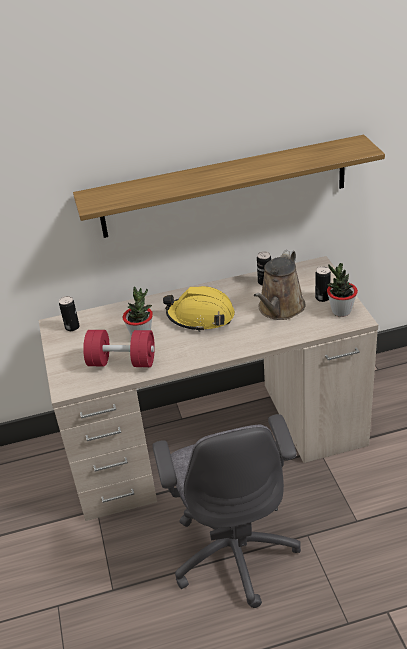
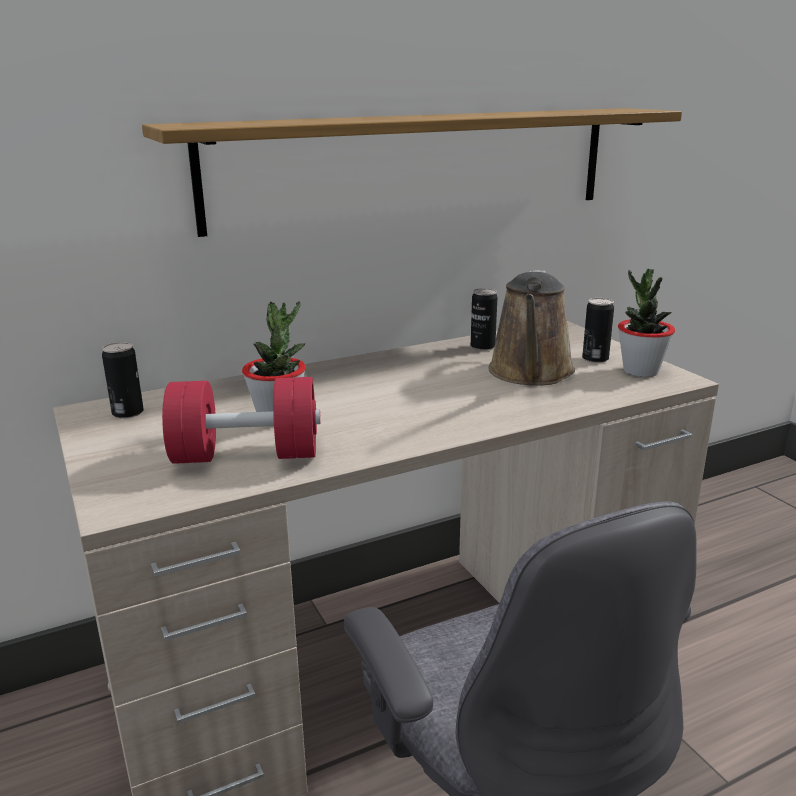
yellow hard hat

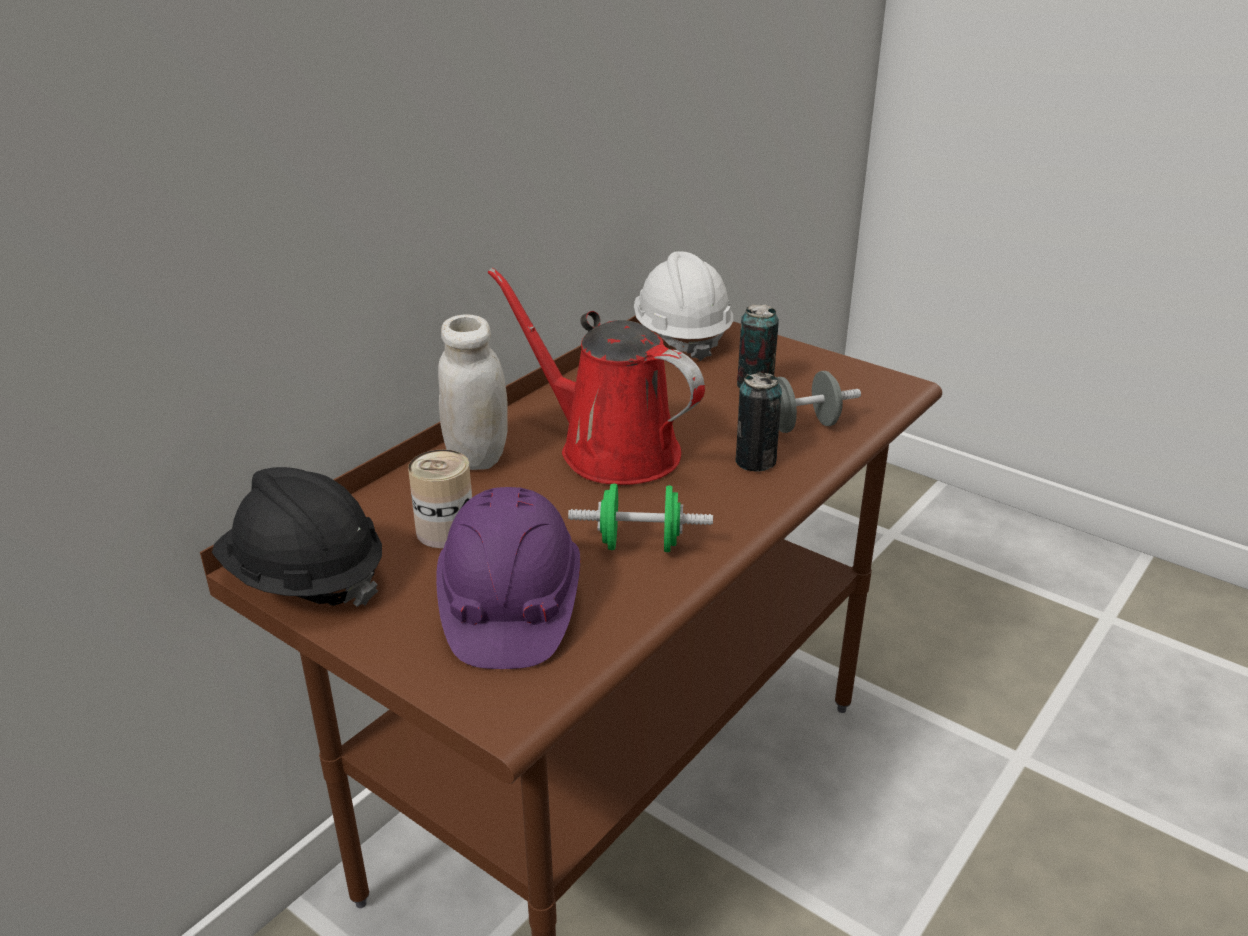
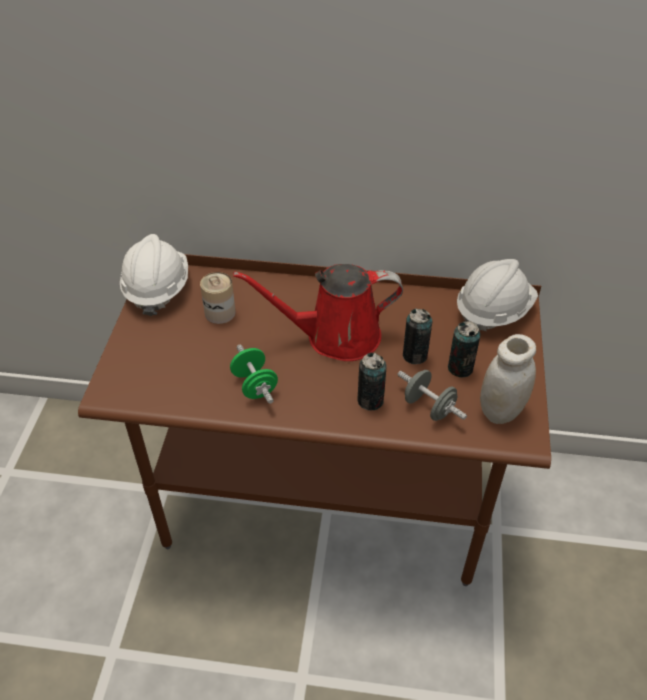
red watering can
white jar
white hard hat (no. 1 from left)
purple hard hat
can (no. 3 from left)

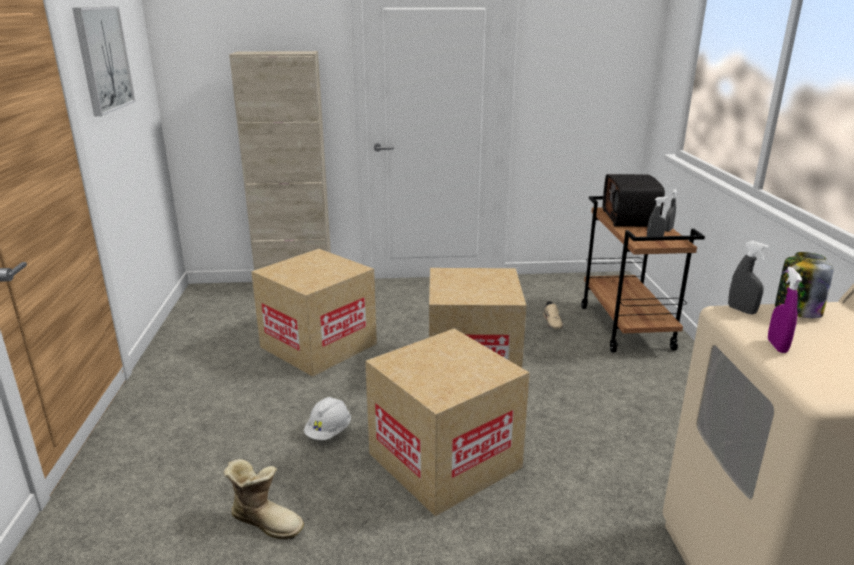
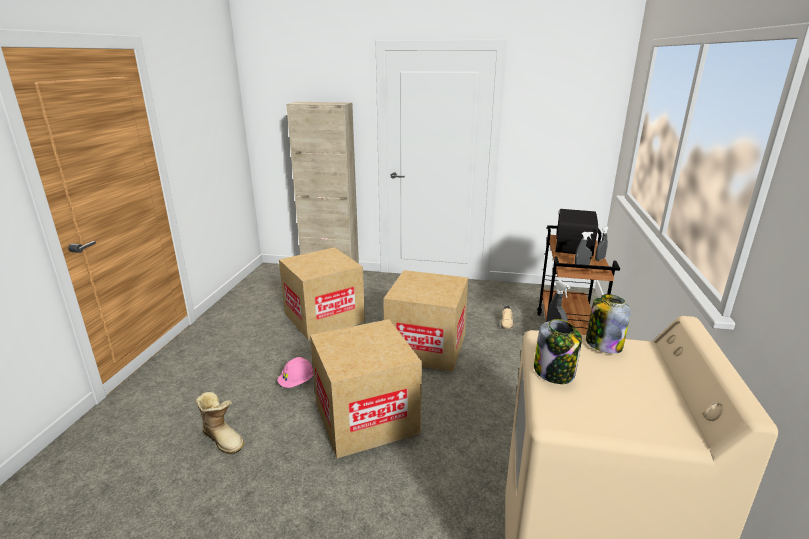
picture
jar (no. 1 from left)
pink hard hat

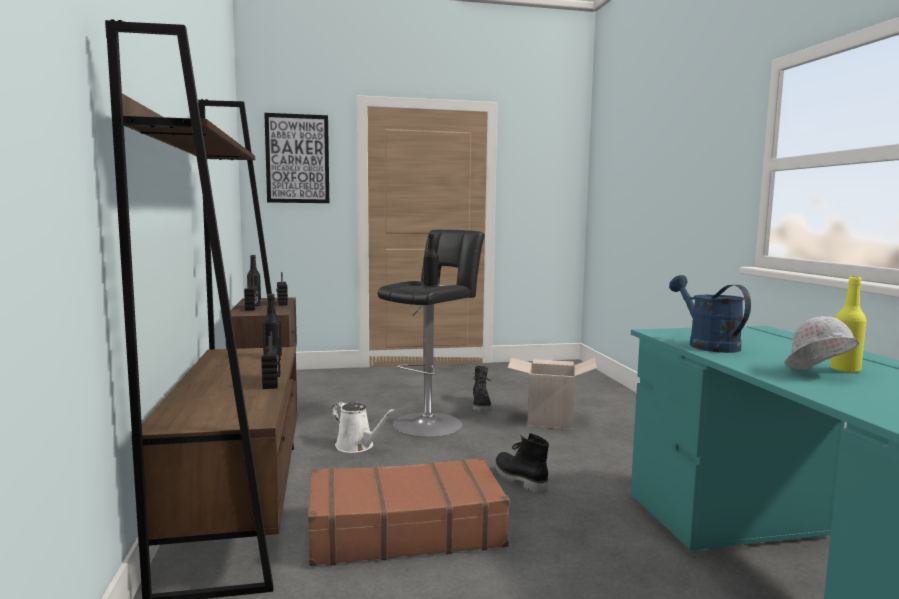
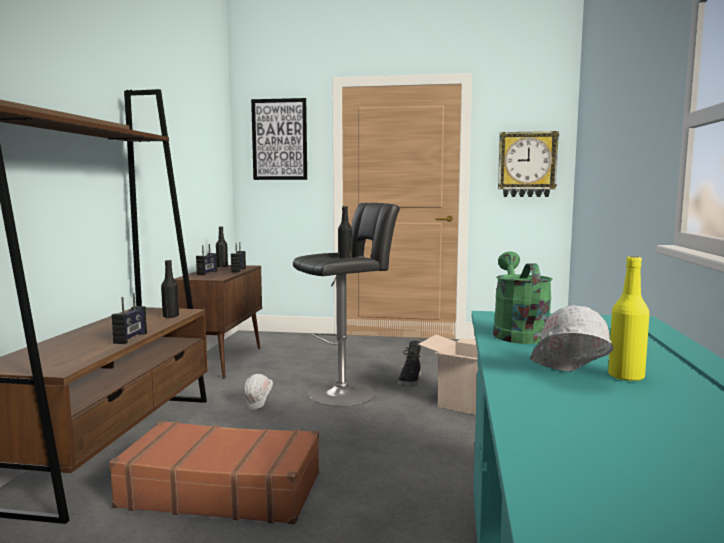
green watering can
white hard hat (no. 1 from left)
black boot (no. 2 from left in the first image)
wall clock

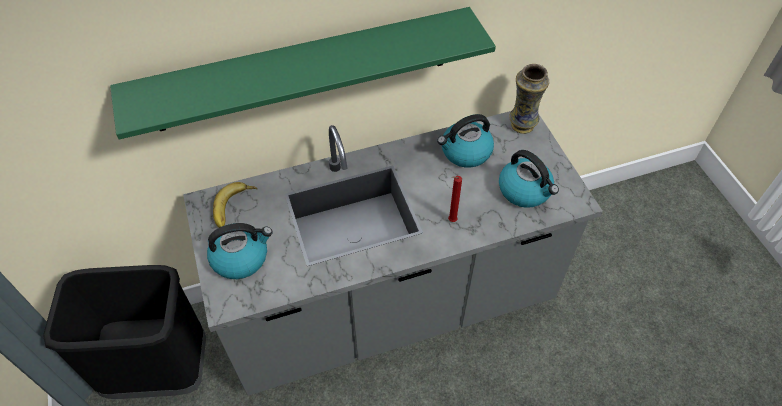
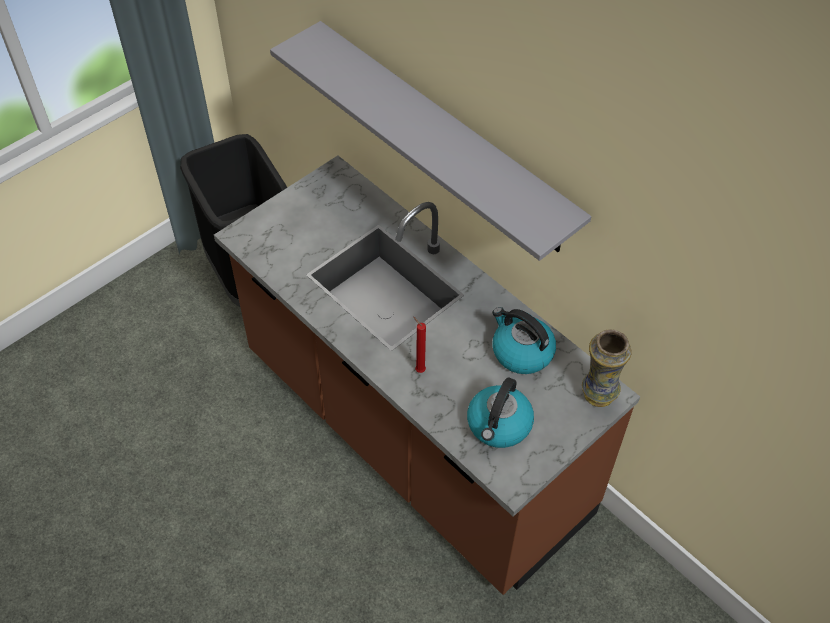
grey shelf
brown counter
banana
kettle (no. 1 from left in the first image)

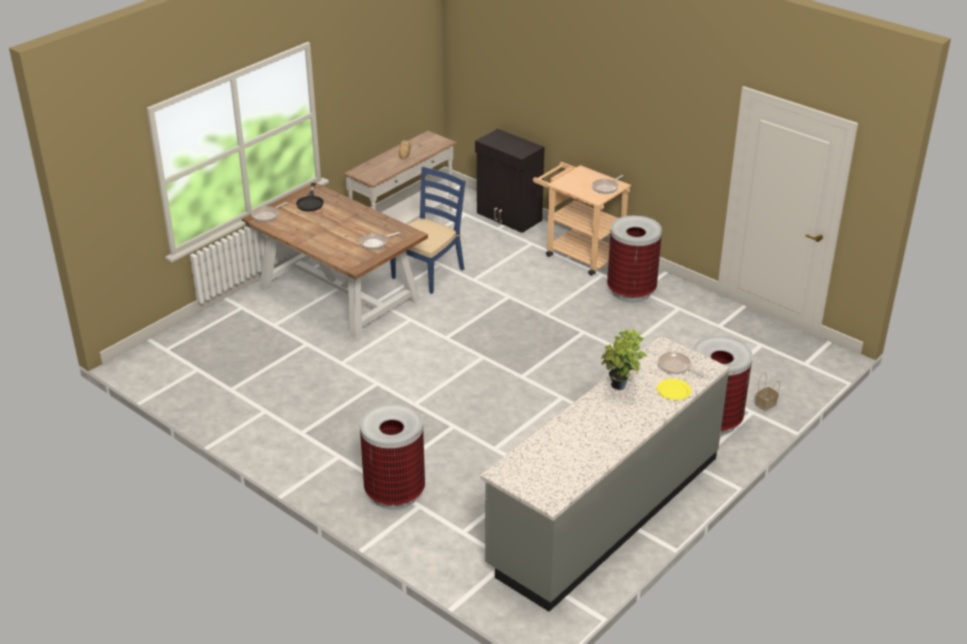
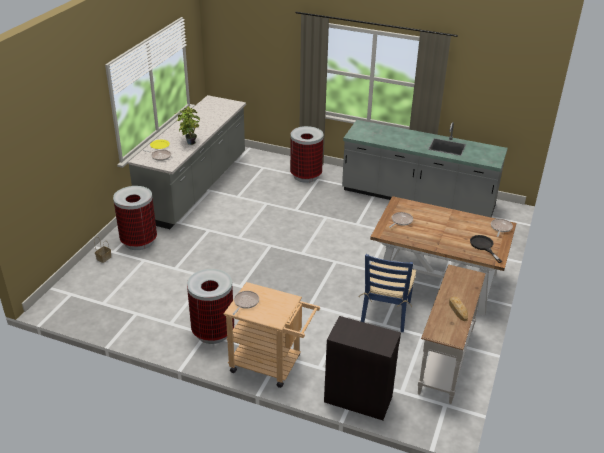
grey counter (no. 2 from left)

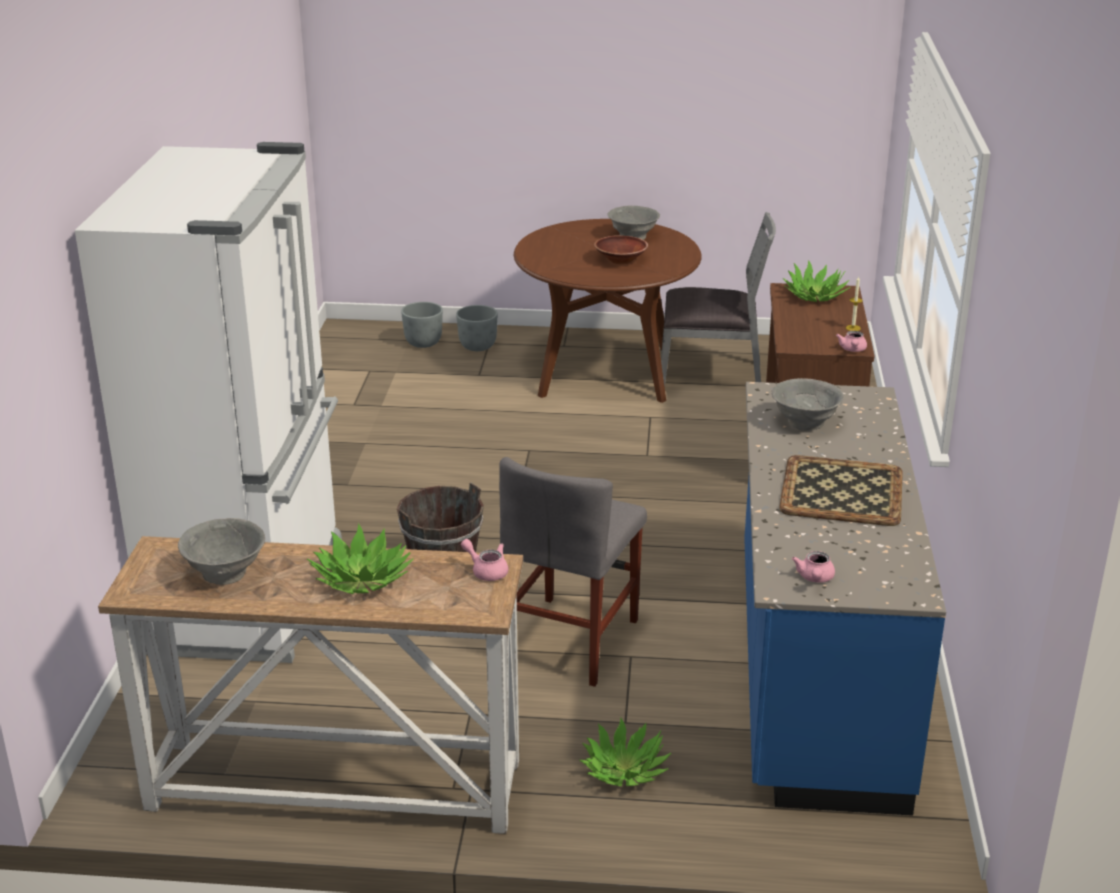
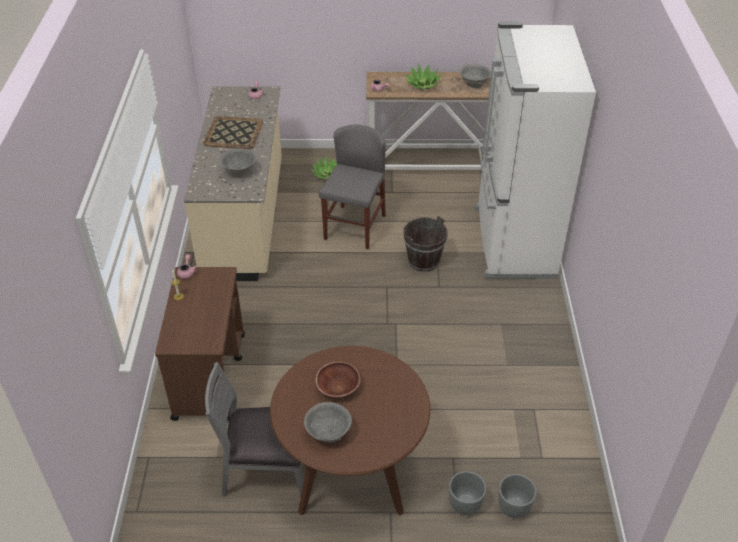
potted plant (no. 3 from left in the first image)
beige counter

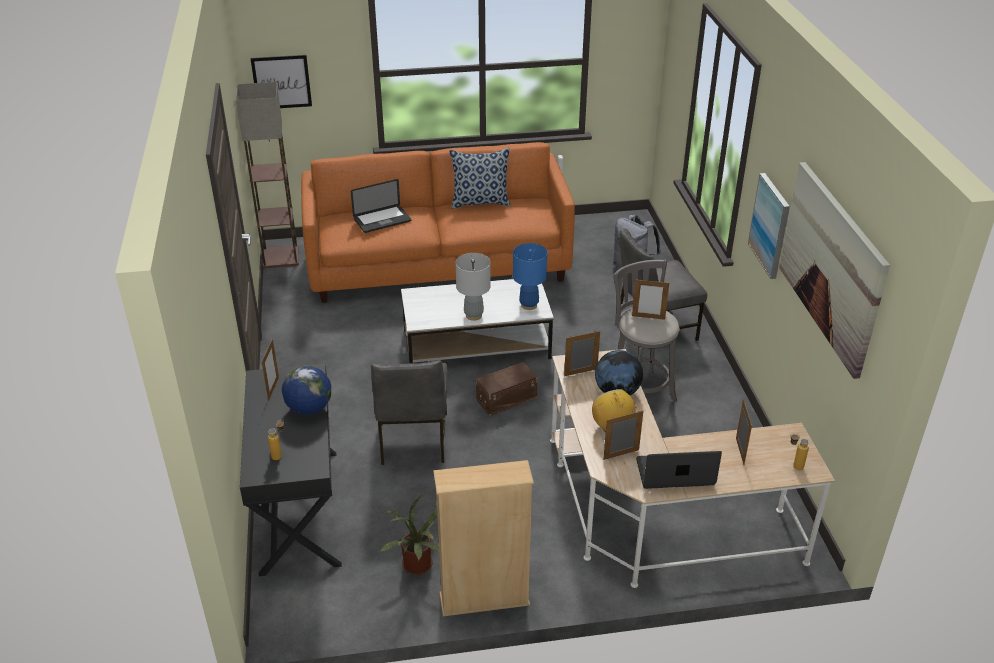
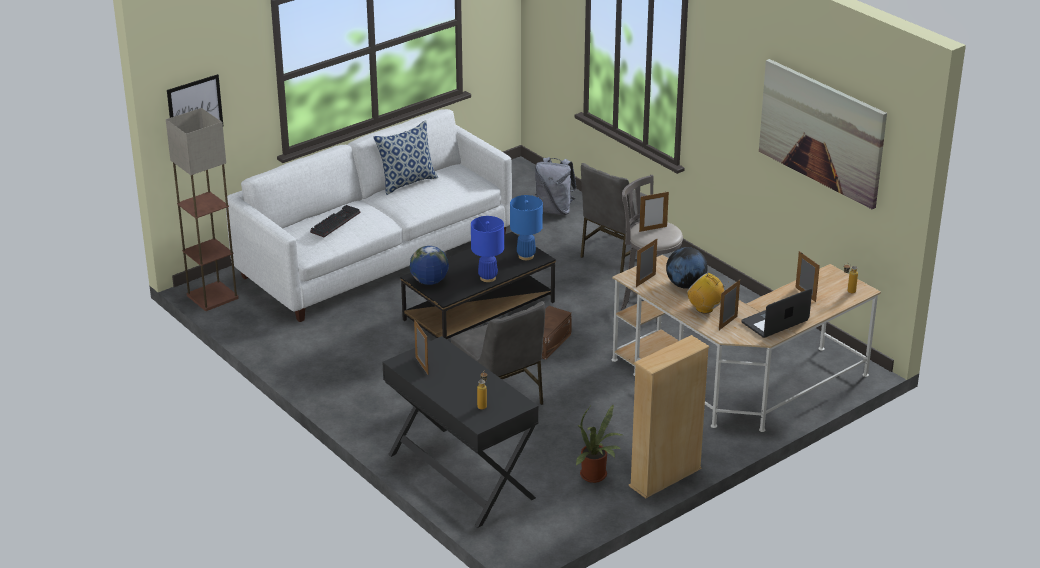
white sofa
picture (no. 2 from left in the first image)
keyboard
blue table lamp (no. 1 from left)
black coffee table
globe (no. 1 from left)

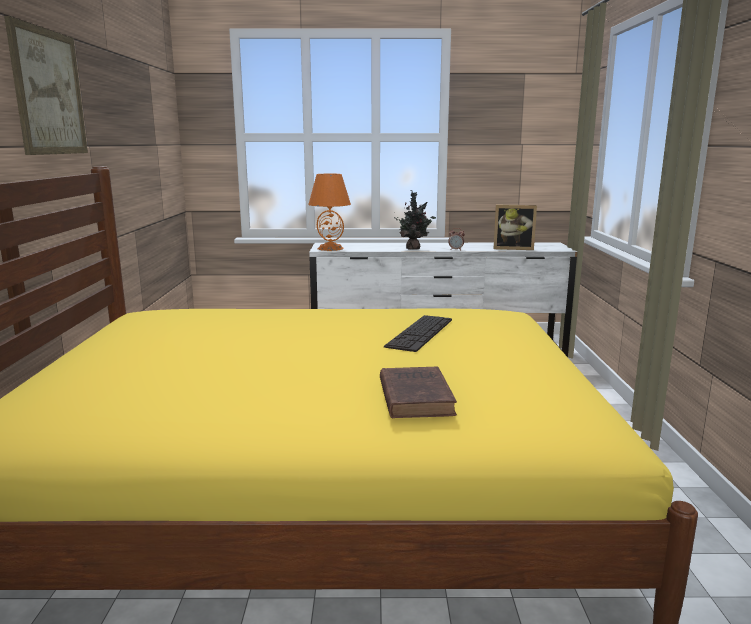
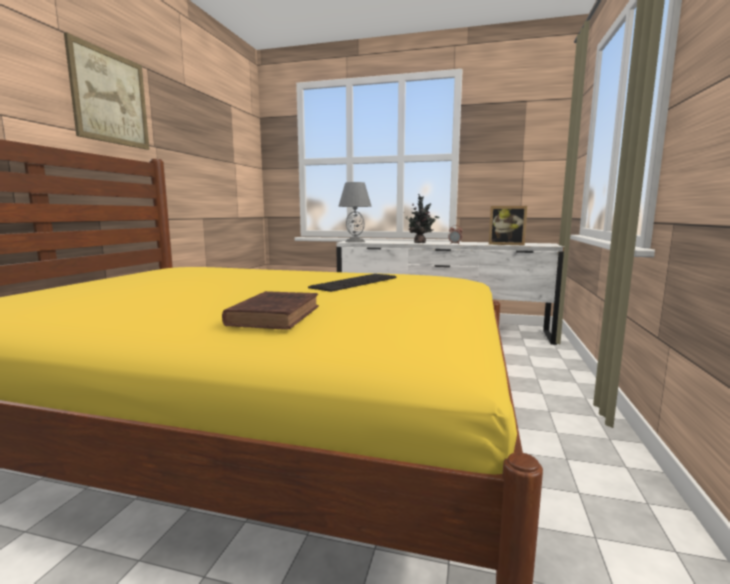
grey table lamp

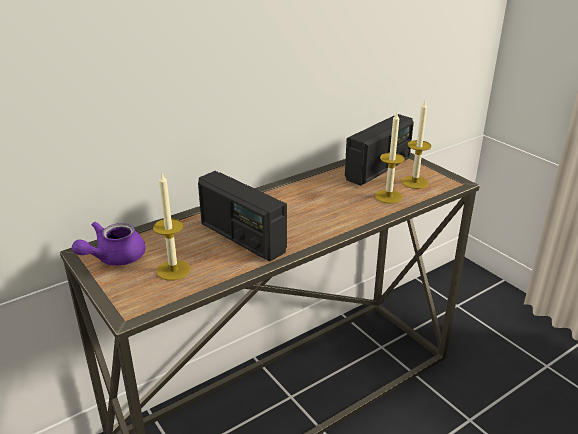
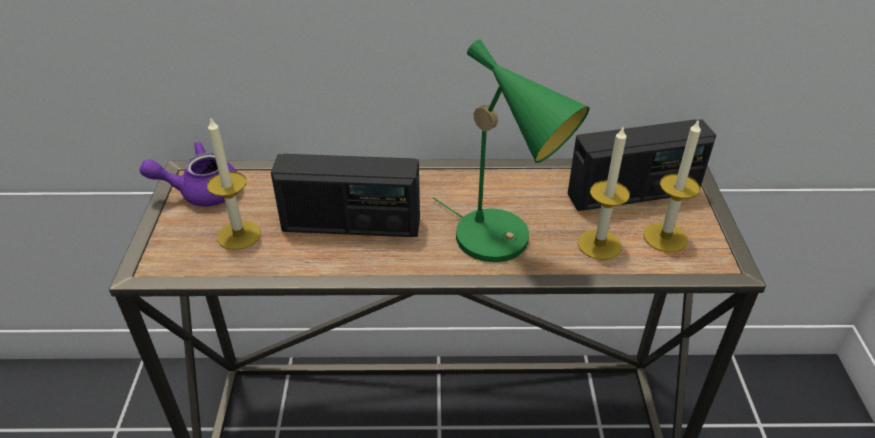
radio (no. 1 from left)
green table lamp

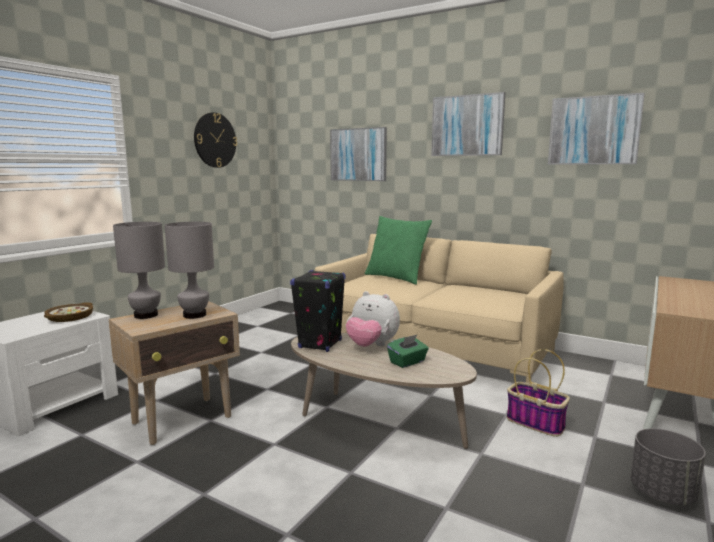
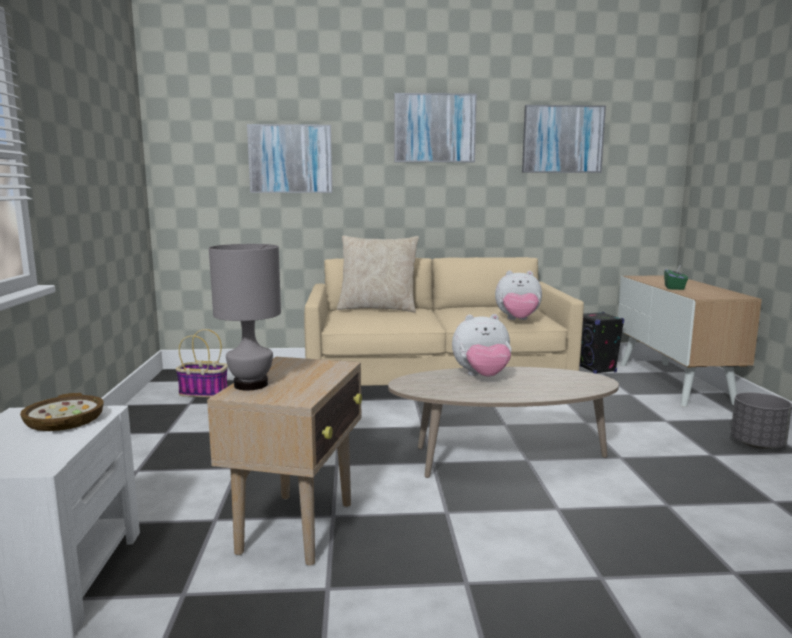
wall clock
beige pillow
grey table lamp (no. 2 from left in the first image)
black speaker
green tissue box
basket
plush toy (no. 2 from left)

